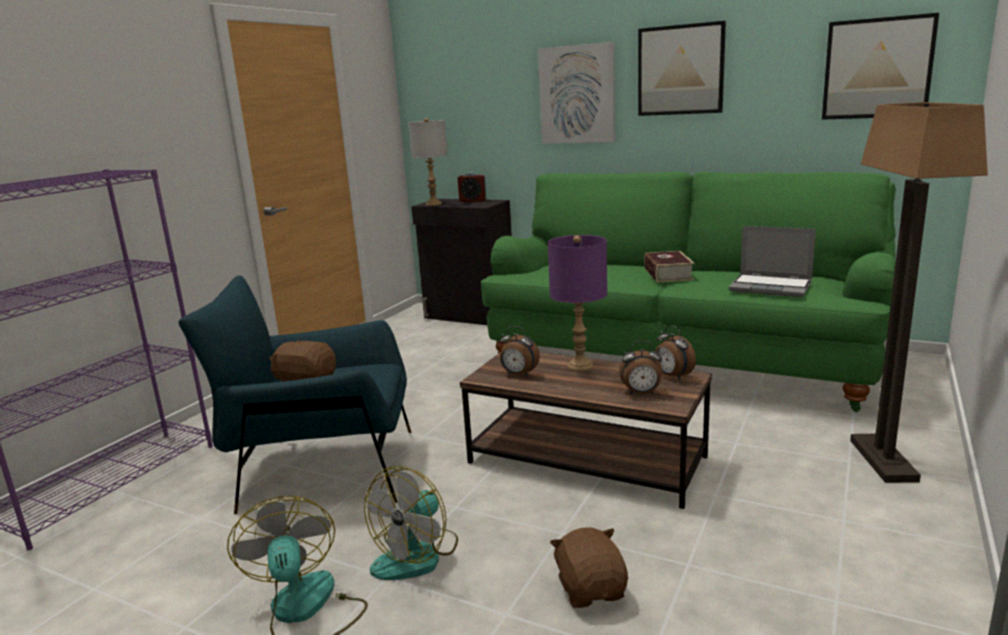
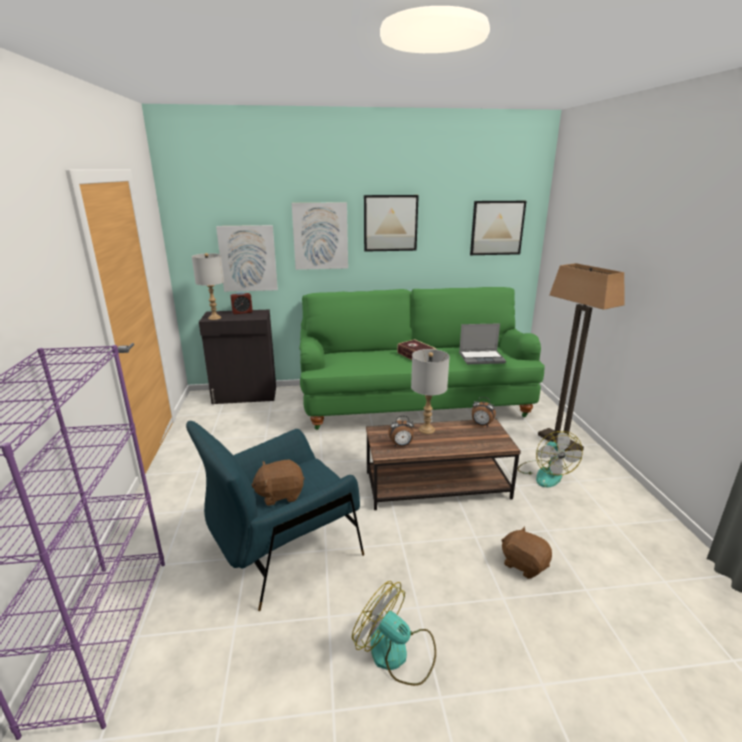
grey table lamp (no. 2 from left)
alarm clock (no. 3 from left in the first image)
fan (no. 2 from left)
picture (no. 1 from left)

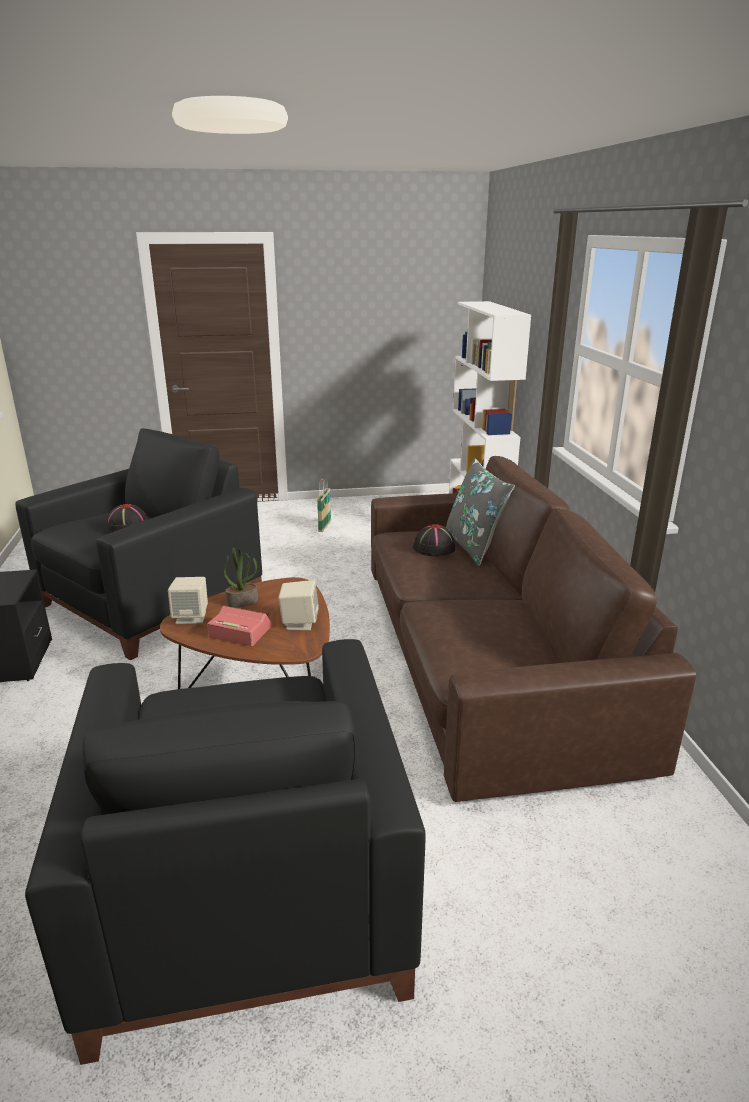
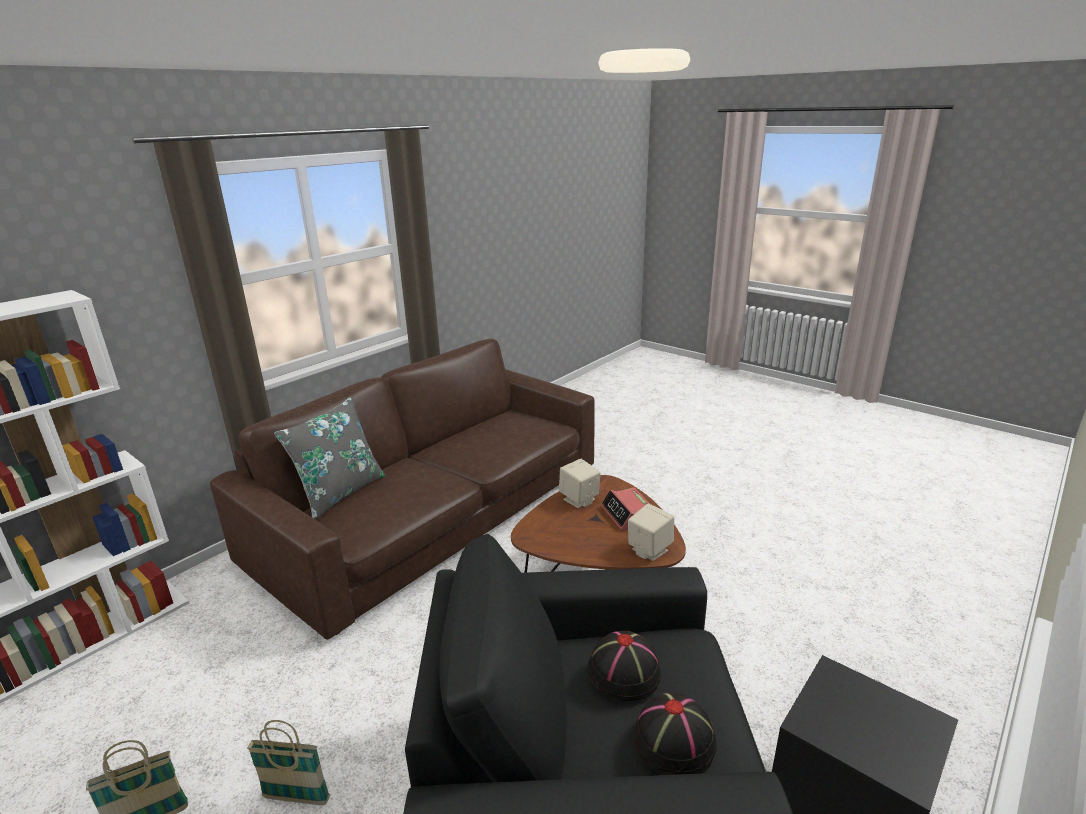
black hat (no. 2 from left)
potted plant
black armchair (no. 2 from left in the first image)
basket (no. 2 from left)

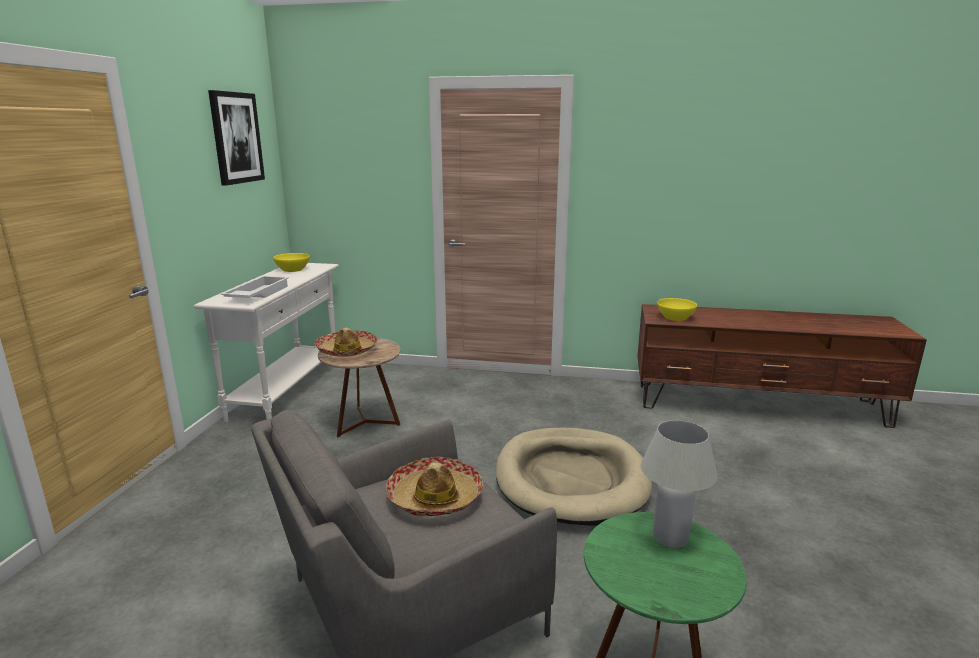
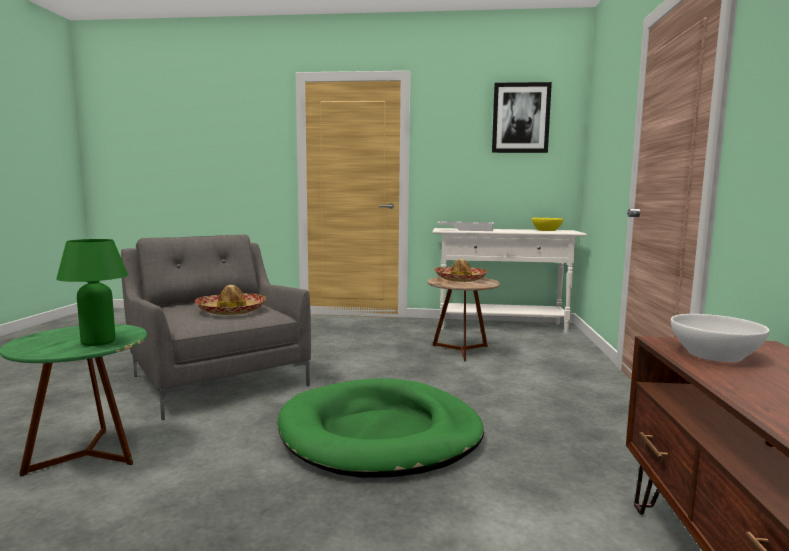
white bowl
green table lamp
green dog bed

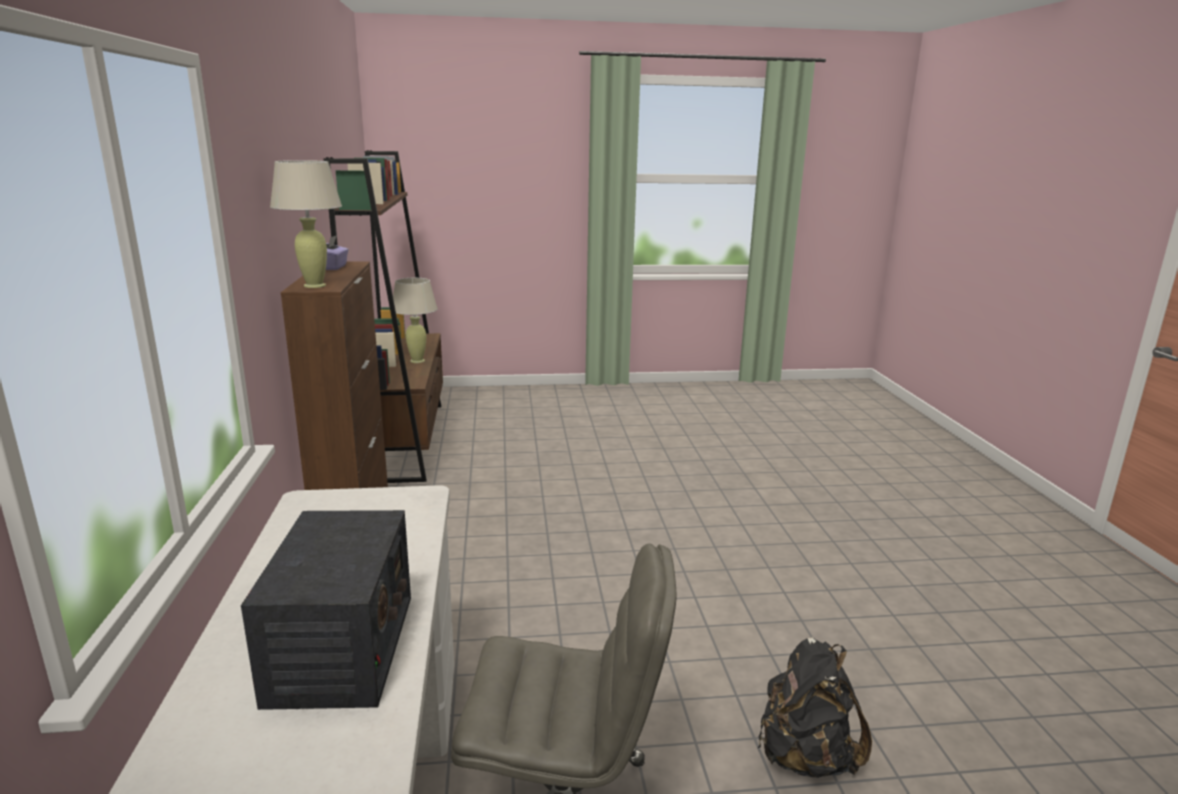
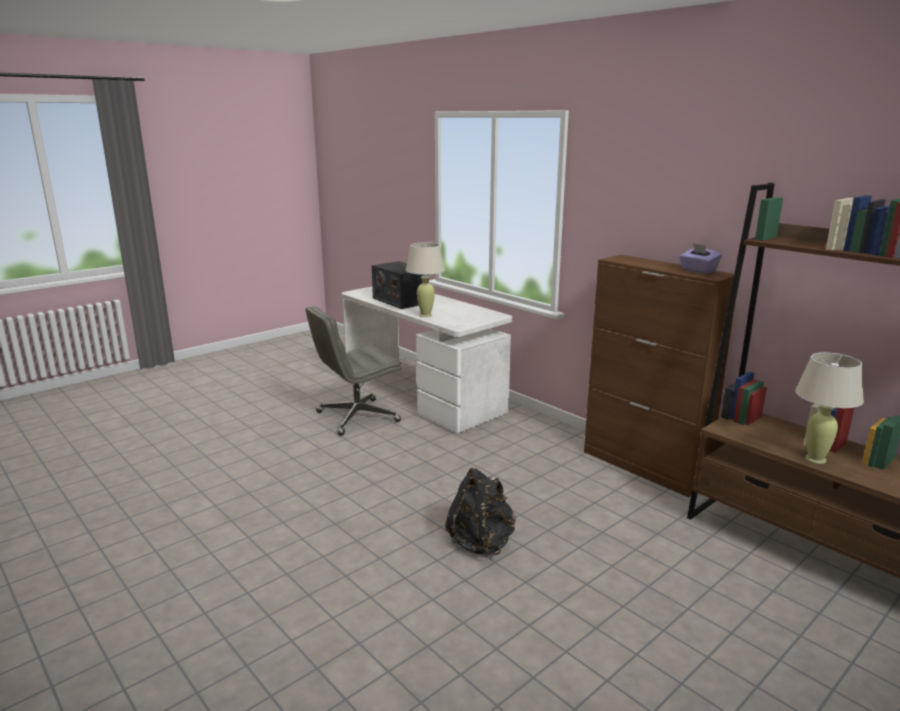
beige table lamp (no. 1 from left)
black backpack

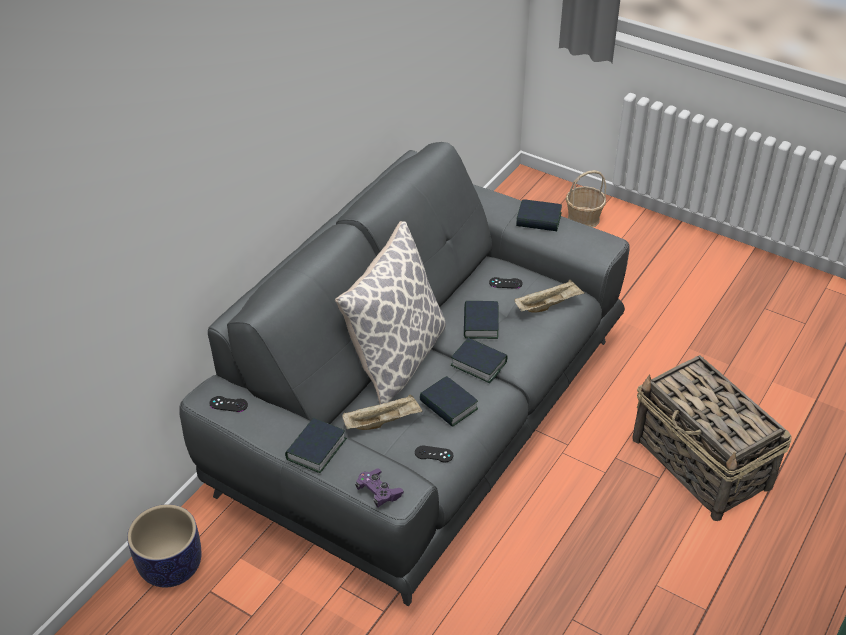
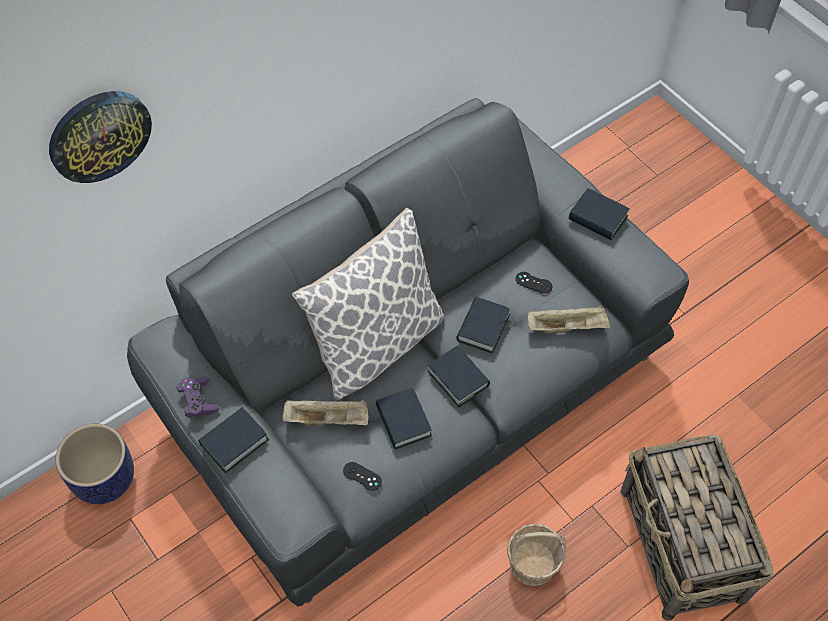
basket (no. 1 from left)
black game controller (no. 1 from left in the first image)
purple game controller
wall clock

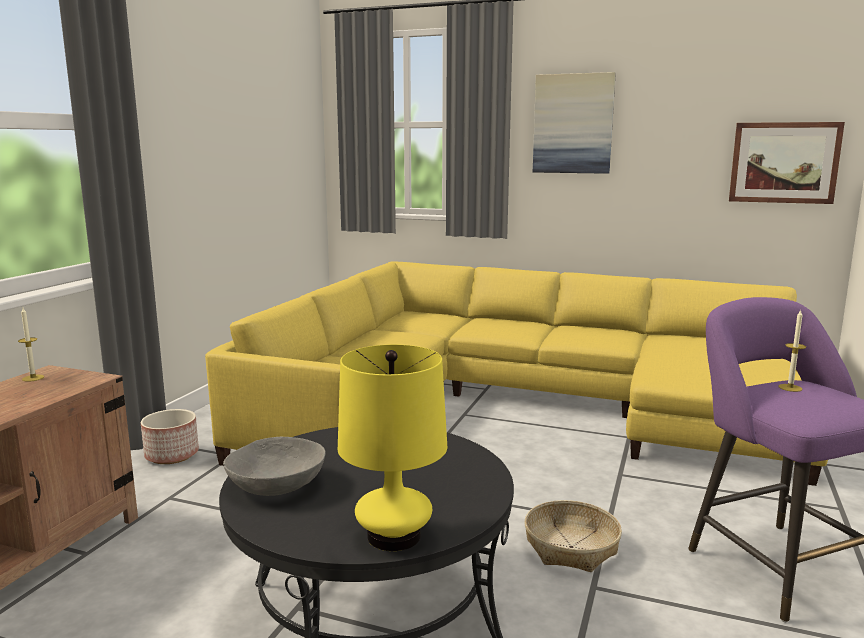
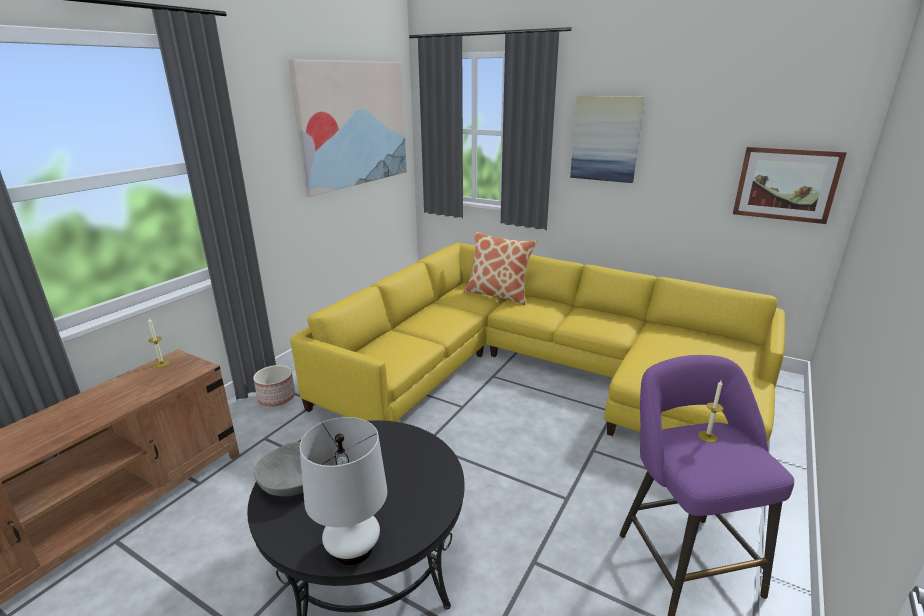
white table lamp
basket
picture (no. 1 from left)
pillow

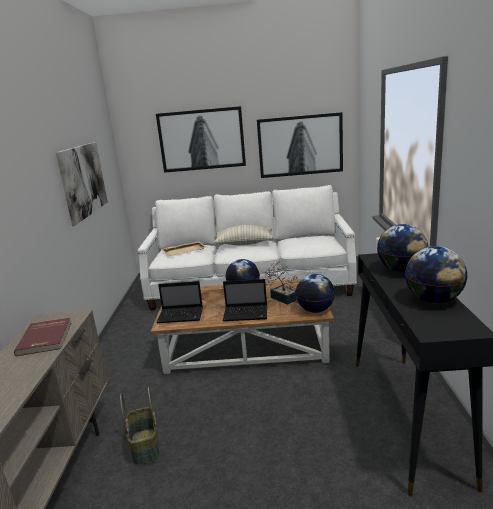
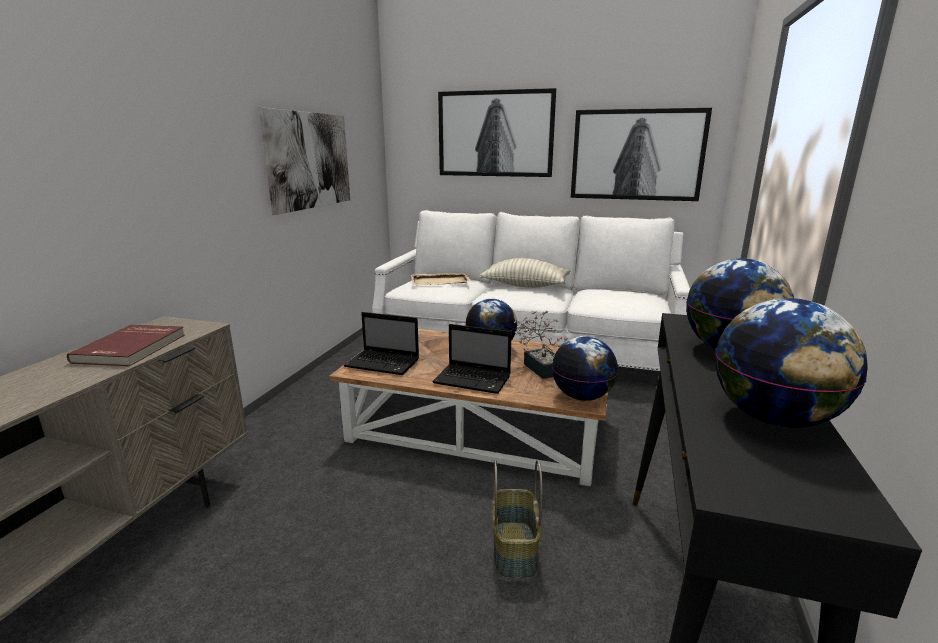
basket

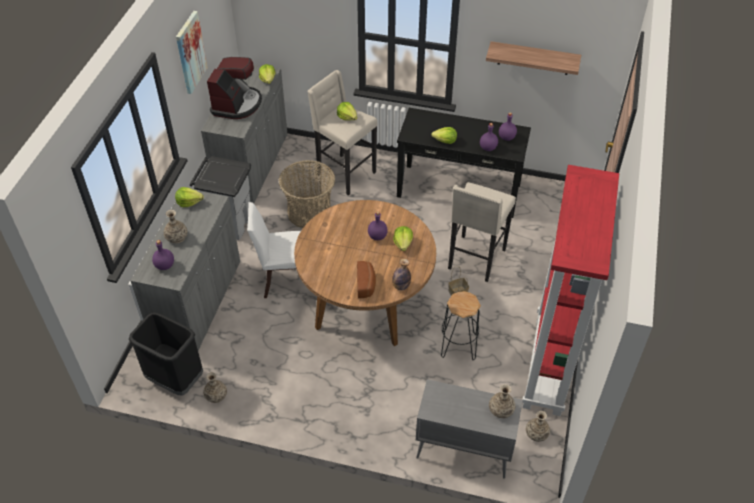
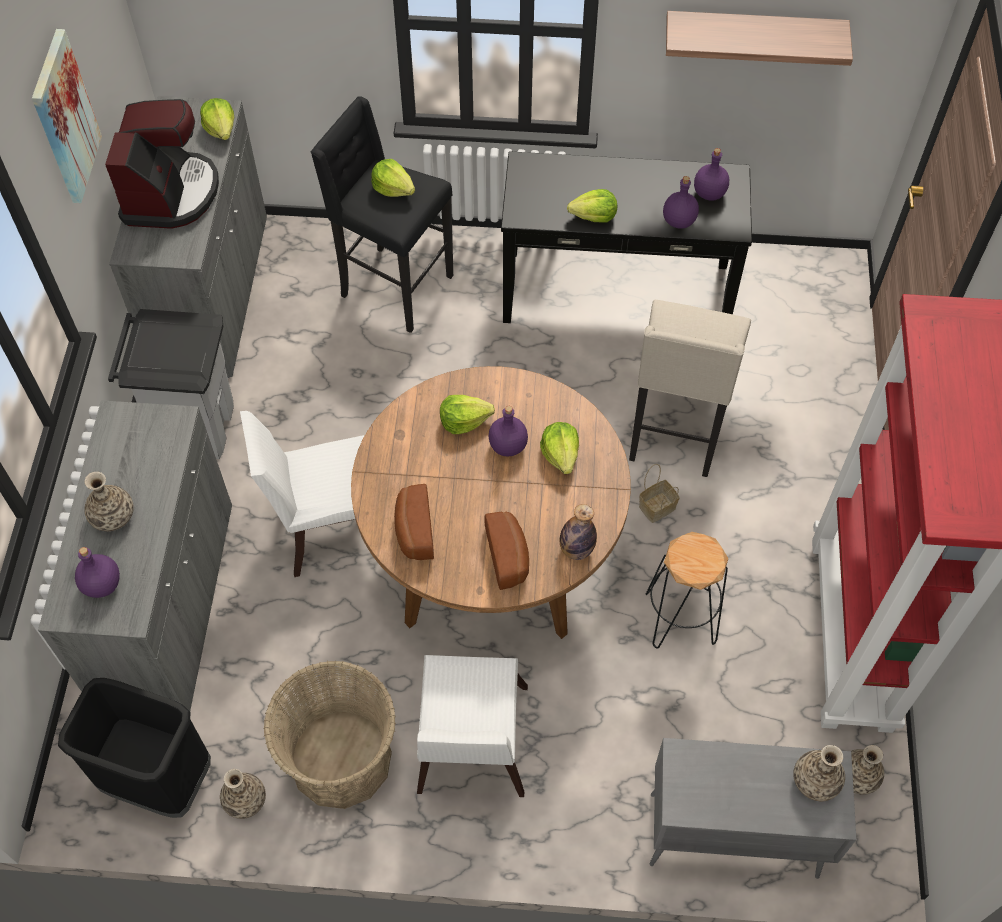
black stool (no. 1 from left)
basket (no. 1 from left)
lettuce (no. 3 from left)
bread (no. 1 from left)
white chair (no. 2 from left)

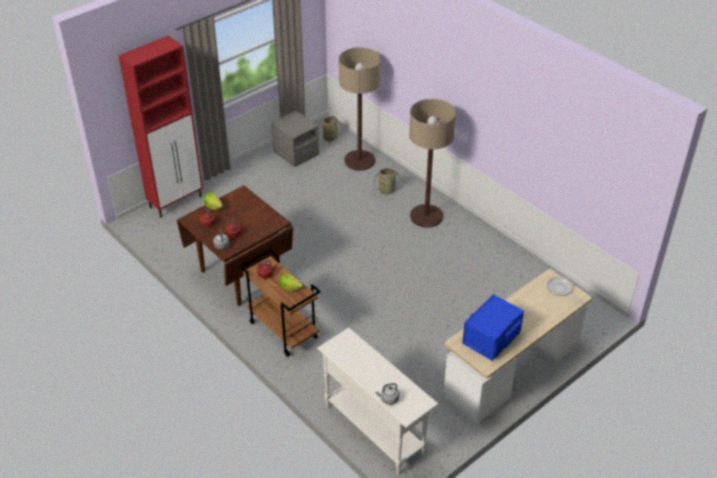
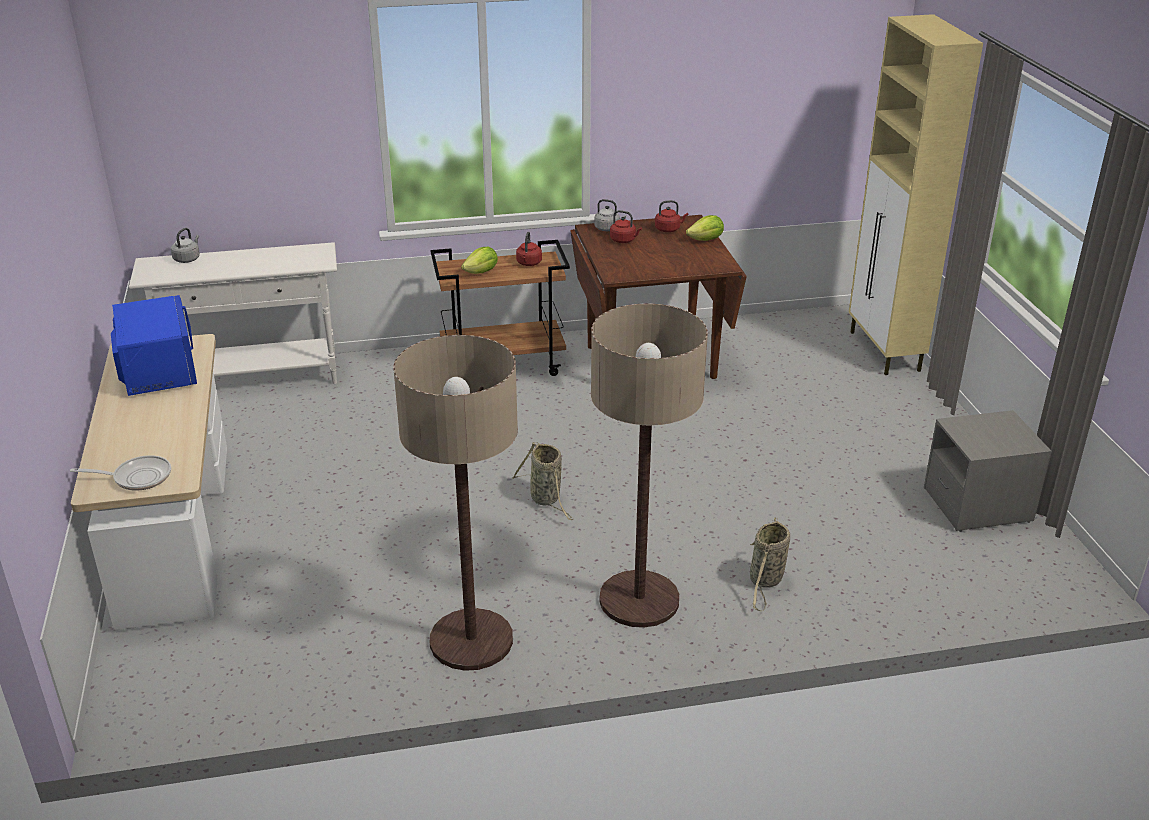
beige cabinet
floor lamp (no. 1 from left)
basket (no. 1 from left)

